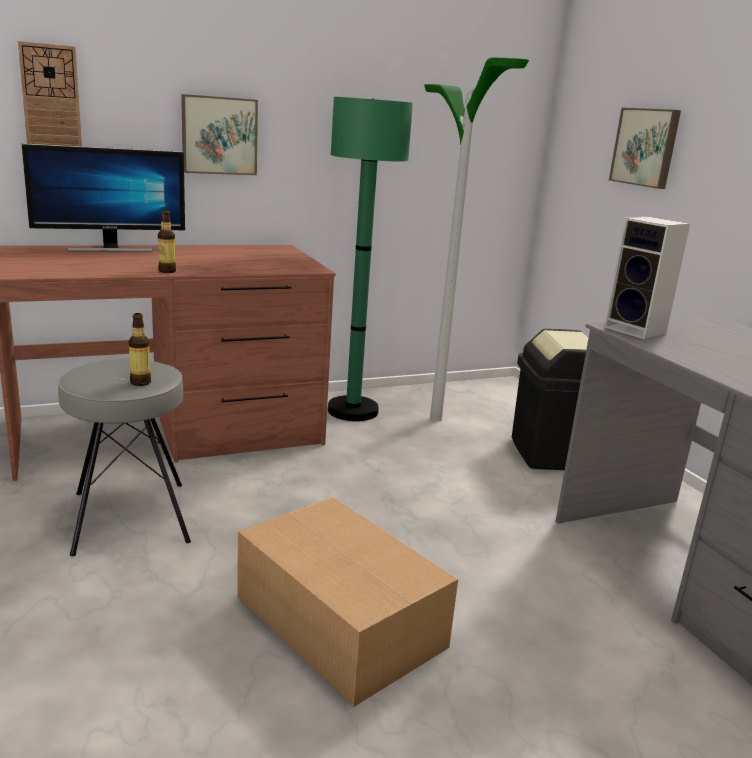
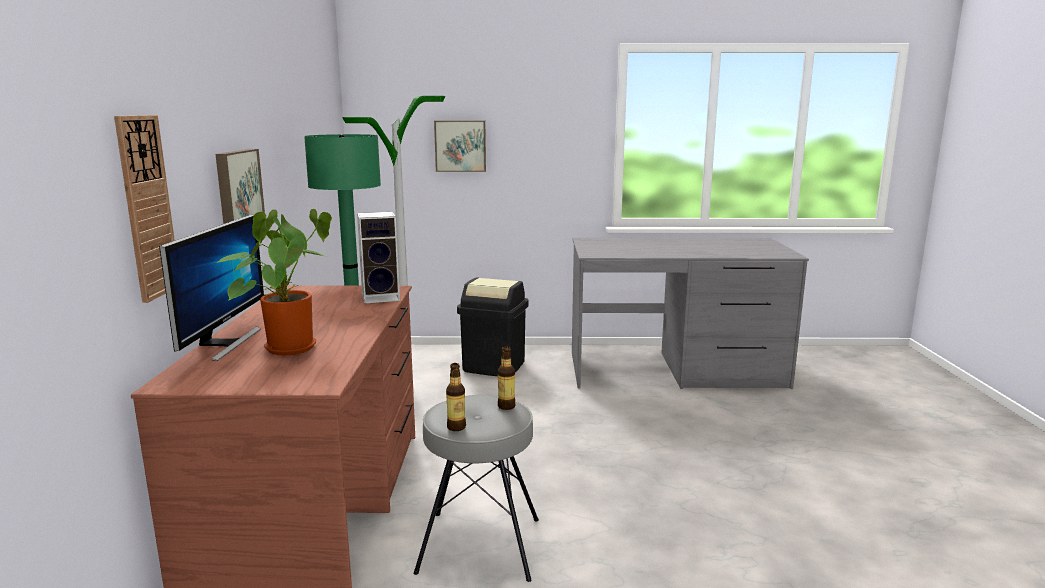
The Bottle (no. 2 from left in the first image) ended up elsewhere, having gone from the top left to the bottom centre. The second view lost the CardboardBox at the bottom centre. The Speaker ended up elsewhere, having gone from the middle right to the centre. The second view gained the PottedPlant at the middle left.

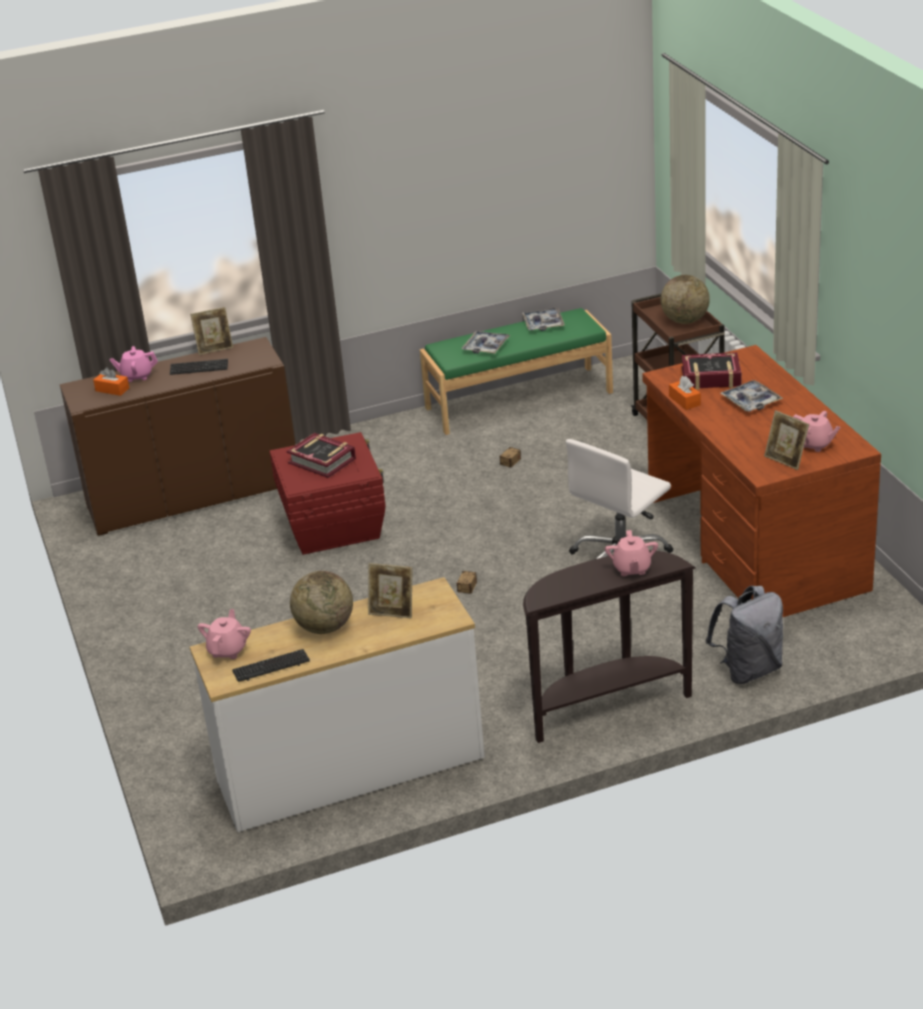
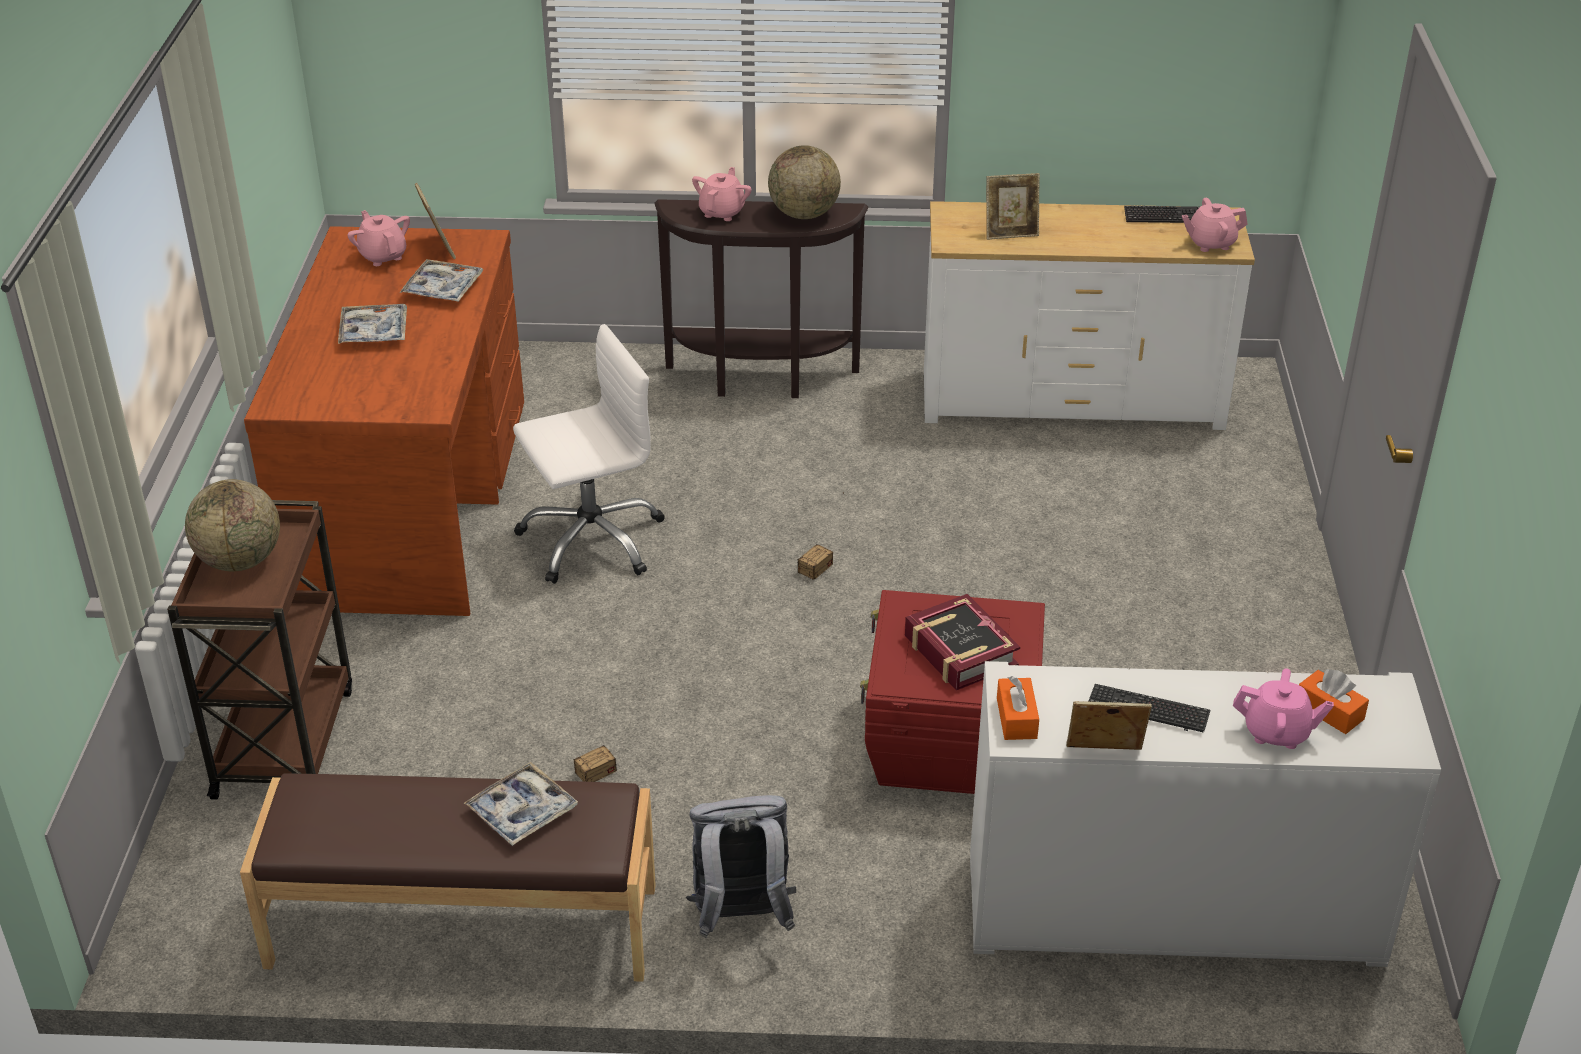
What was the BrownCabinet at the middle left turned into the WhiteCabinet at the bottom right. The PinkTeapot (no. 2 from left in the first image) at the middle left ended up facing another way, 45 degrees clockwise from before. The Globe (no. 1 from left in the first image) ended up elsewhere, having gone from the centre to the top centre. The PictureFrame (no. 2 from left) at the centre ended up facing another way, 135 degrees clockwise from before. What was the GreenBench at the centre turned into the BrownBench at the bottom left. The Tray (no. 2 from left) ended up elsewhere, having gone from the top centre to the top left. The OrangeTissueBox (no. 2 from left in the first image) ended up elsewhere, having gone from the middle right to the bottom centre. The second view lost the Book (no. 2 from left) at the middle right. The GreyBackpack ended up elsewhere, having gone from the middle right to the bottom centre.

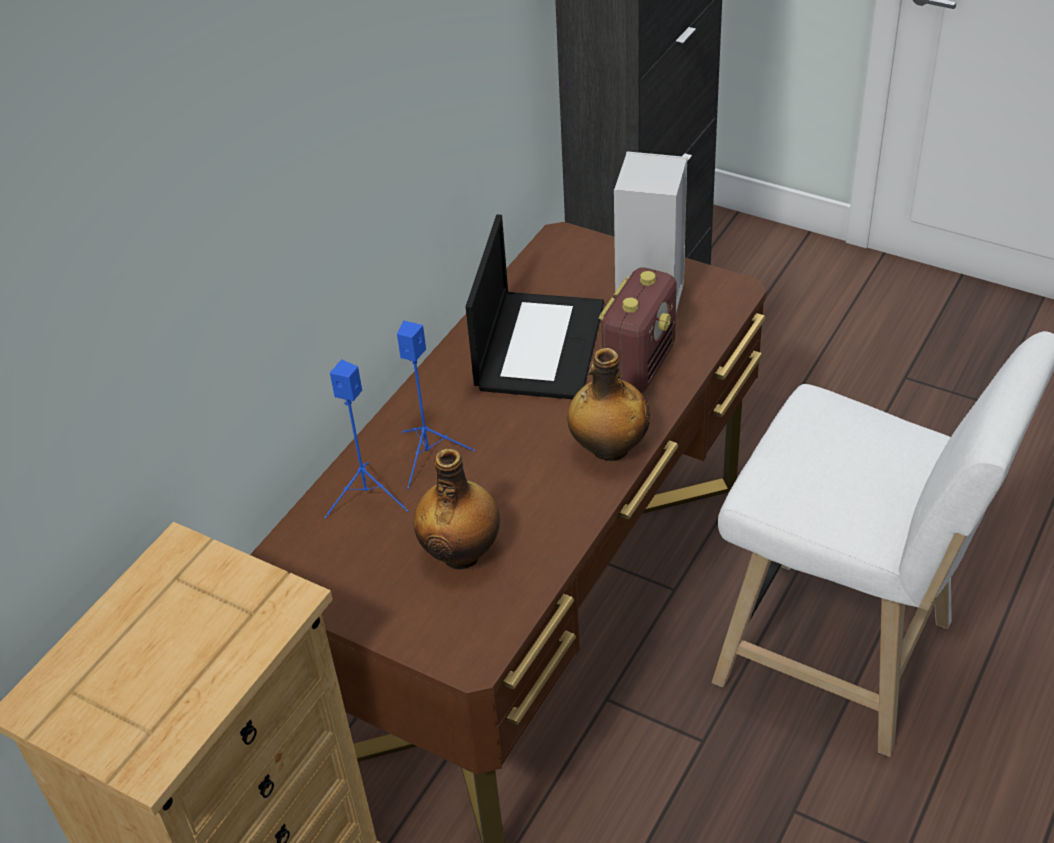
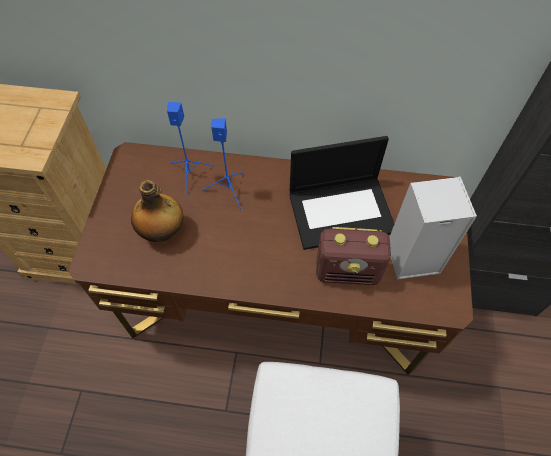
The second view lost the Bottle (no. 2 from left) at the centre.

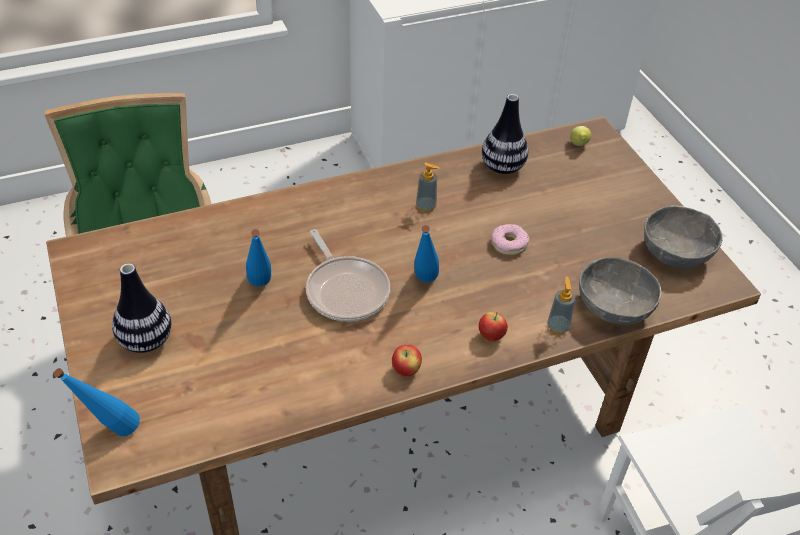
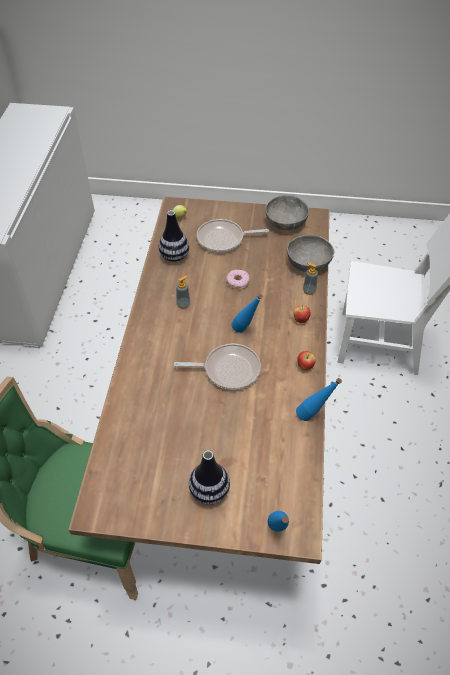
The BlueBottle (no. 2 from left in the first image) ended up elsewhere, having gone from the middle left to the middle right. The second view gained the FryingPan (no. 2 from left) at the centre.

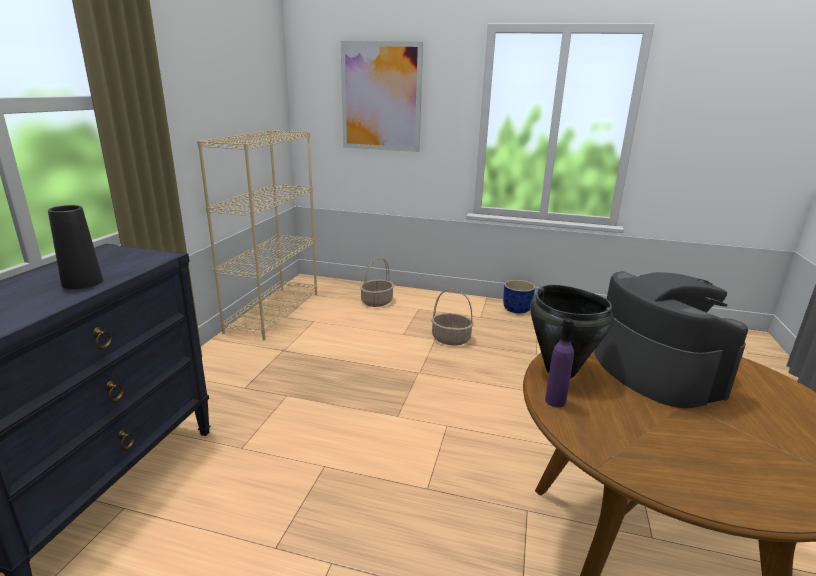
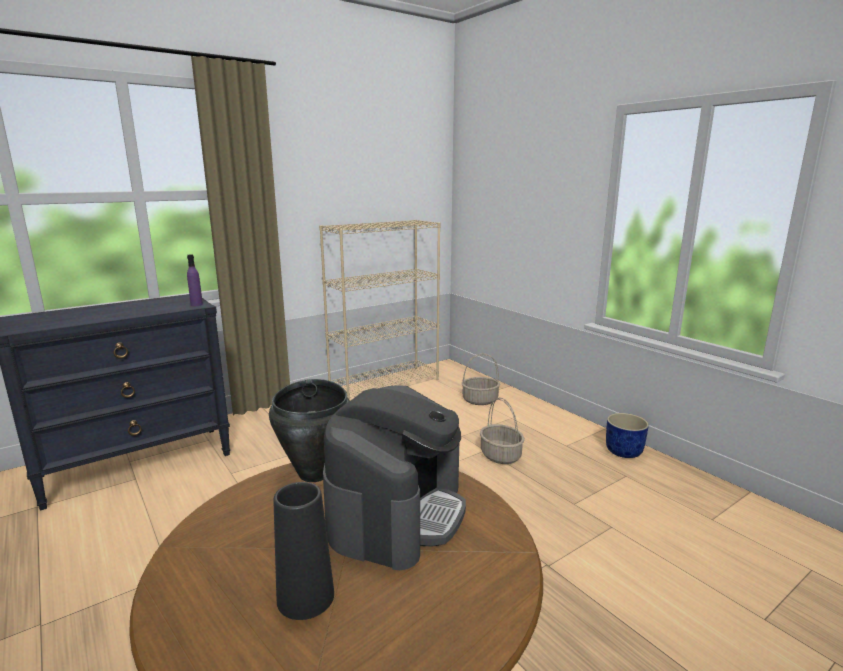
The BlackVase ended up elsewhere, having gone from the middle left to the bottom centre. The second view lost the Picture at the top centre. The PurpleBottle ended up elsewhere, having gone from the middle right to the middle left.

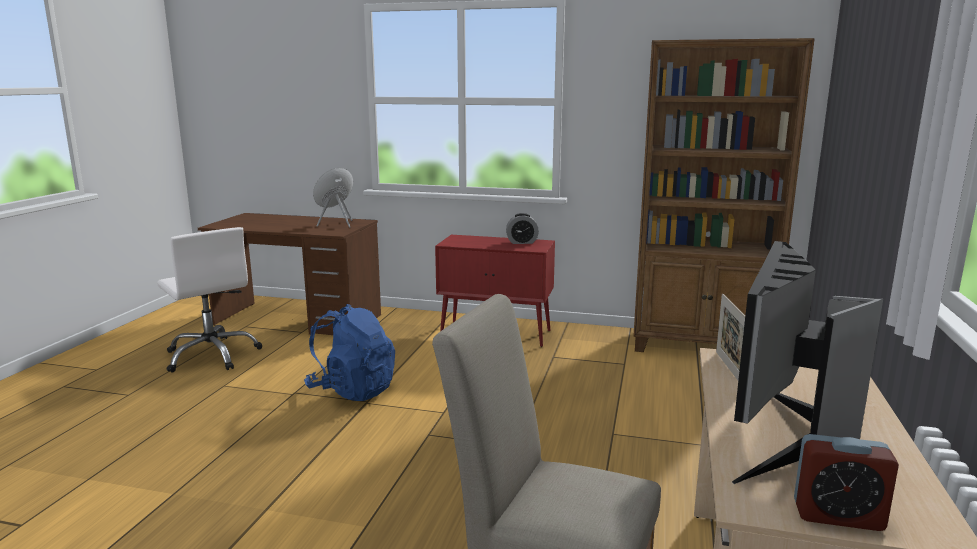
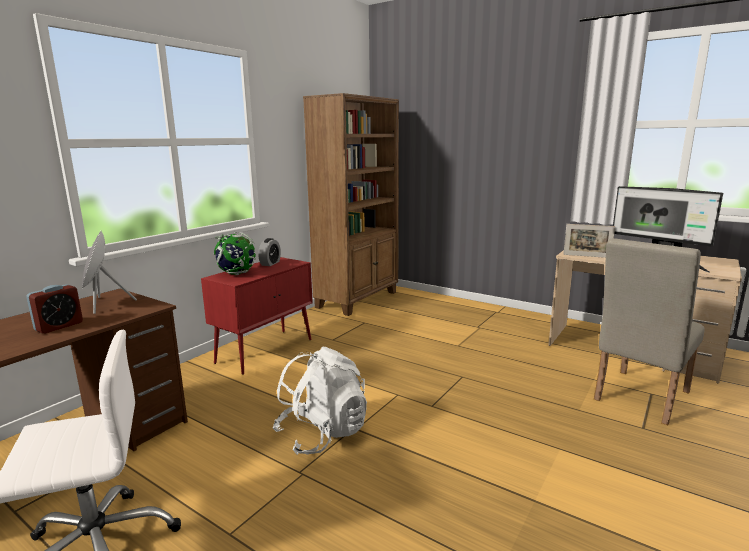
What was the BlueBackpack at the centre turned into the WhiteBackpack at the bottom centre. The AlarmClock (no. 2 from left in the first image) ended up elsewhere, having gone from the bottom right to the middle left. The second view gained the Globe at the middle left.

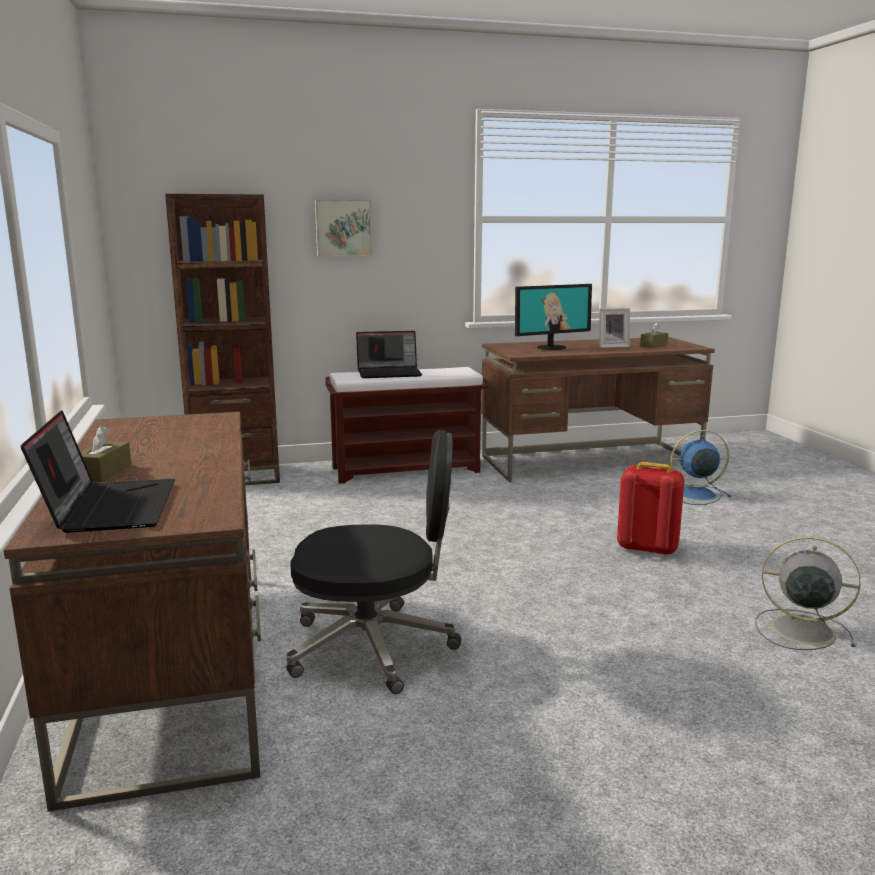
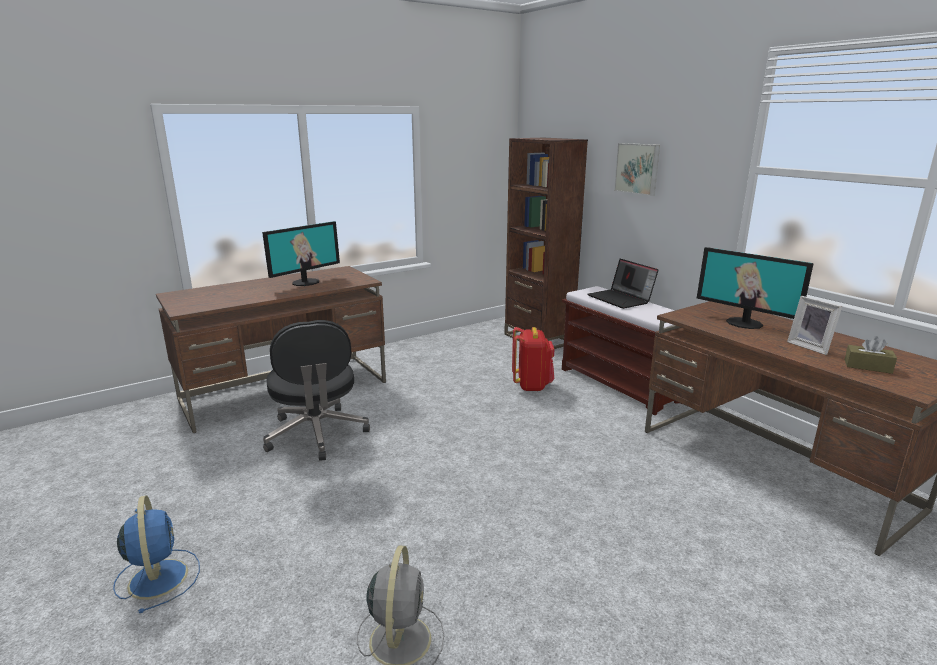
The second view lost the Laptop (no. 1 from left) at the middle left. The second view lost the BrownTissueBox (no. 1 from left) at the middle left. The RedBackpack ended up elsewhere, having gone from the middle right to the centre. The BlueFan ended up elsewhere, having gone from the middle right to the bottom left. The second view gained the Monitor (no. 1 from left) at the middle left.

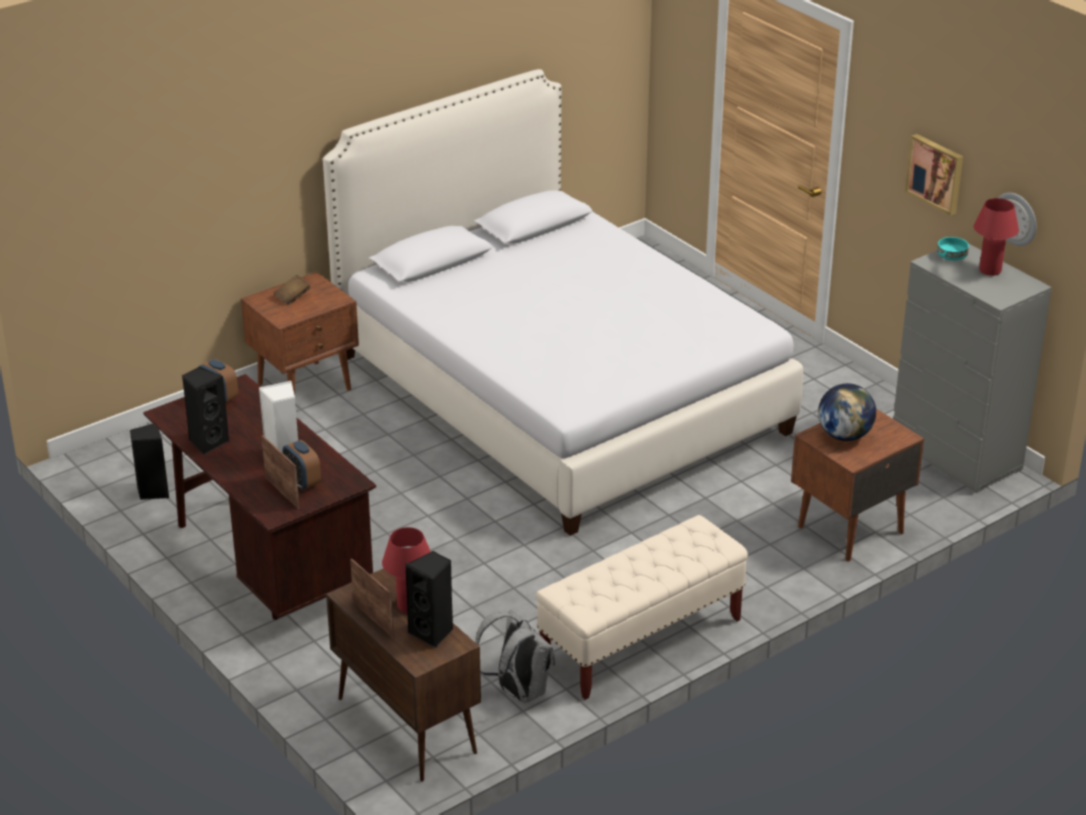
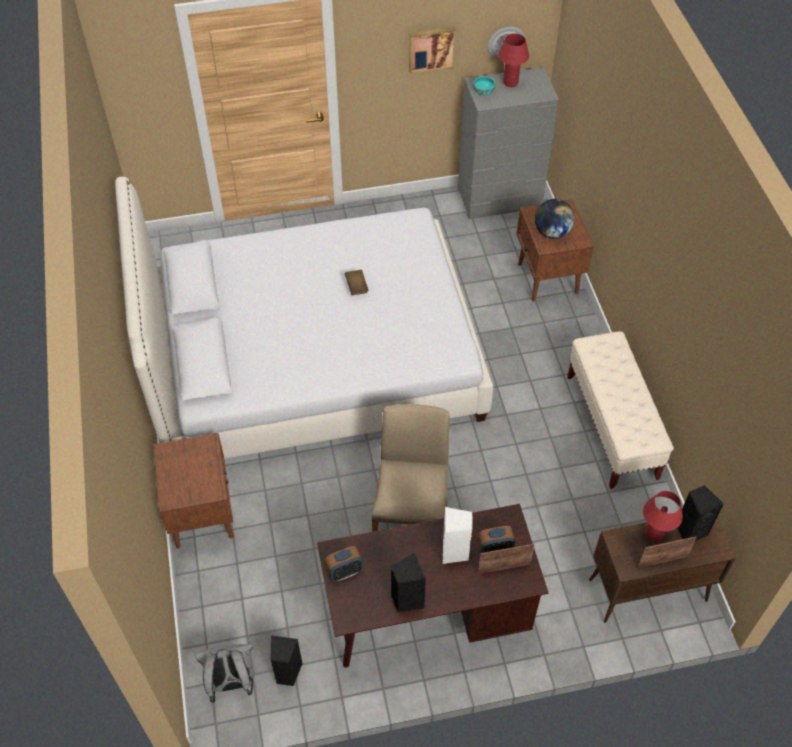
The BrownBook ended up elsewhere, having gone from the middle left to the centre. The GreyBackpack ended up elsewhere, having gone from the bottom centre to the bottom left. The second view gained the BeigeChair at the centre.

